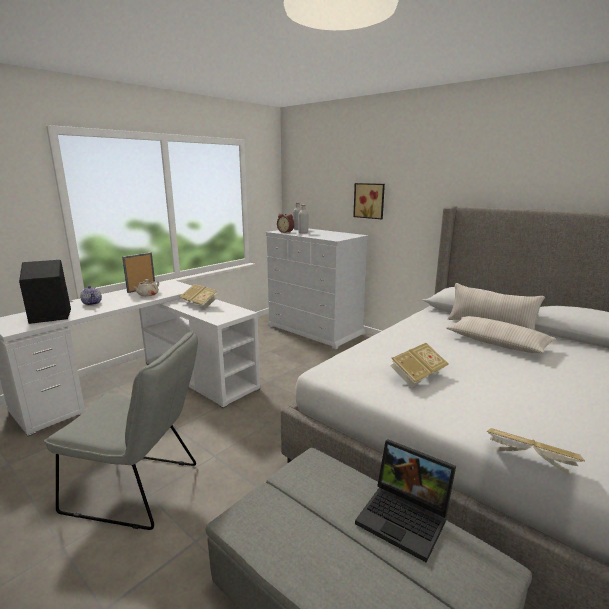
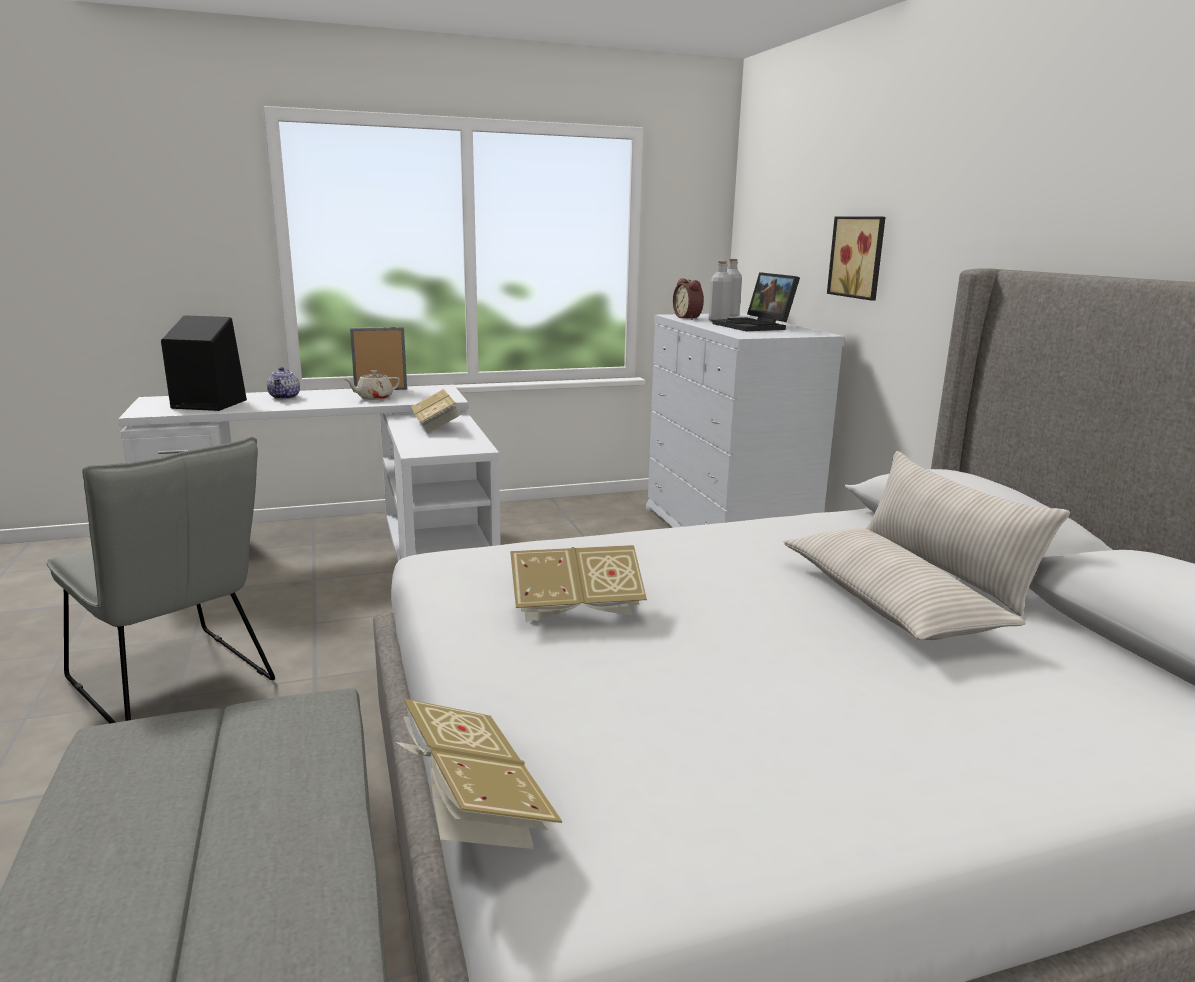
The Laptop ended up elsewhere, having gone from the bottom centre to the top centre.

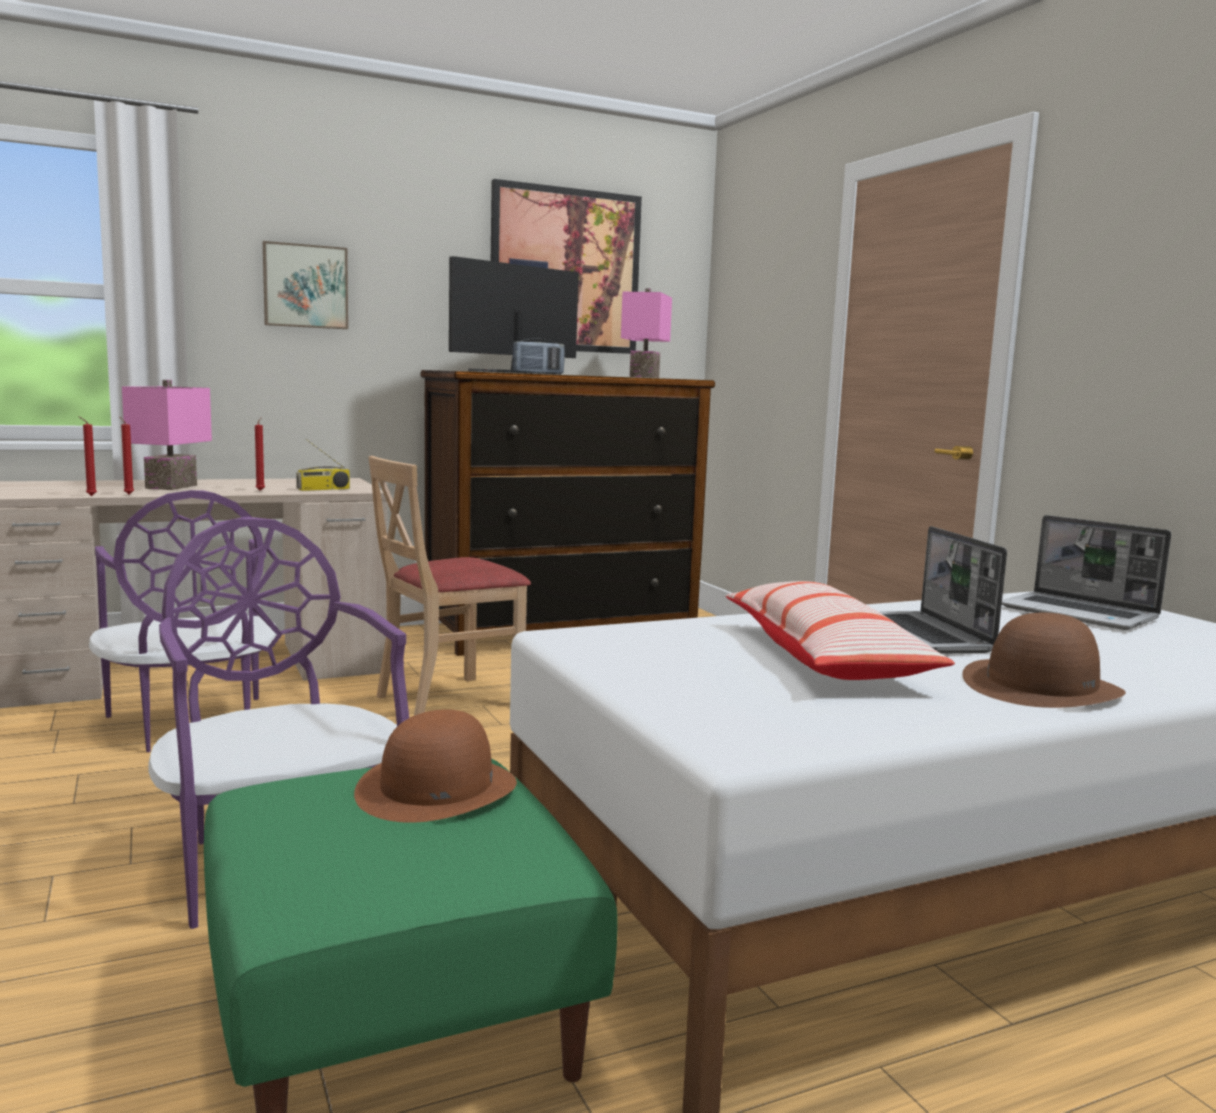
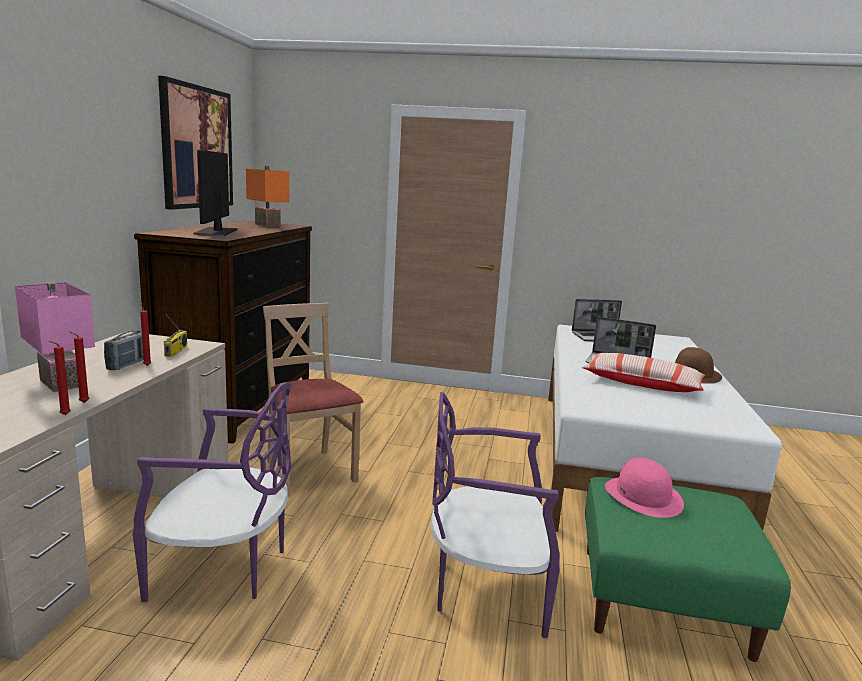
The second view lost the Picture (no. 1 from left) at the top left. What was the BrownHat (no. 1 from left) at the bottom centre turned into the PinkHat at the bottom right. The BeigeChair at the centre ended up facing another way, 150 degrees clockwise from before. The Radio (no. 2 from left in the first image) ended up elsewhere, having gone from the top centre to the middle left. What was the PinkTableLamp (no. 2 from left) at the top centre turned into the OrangeTableLamp at the top left.

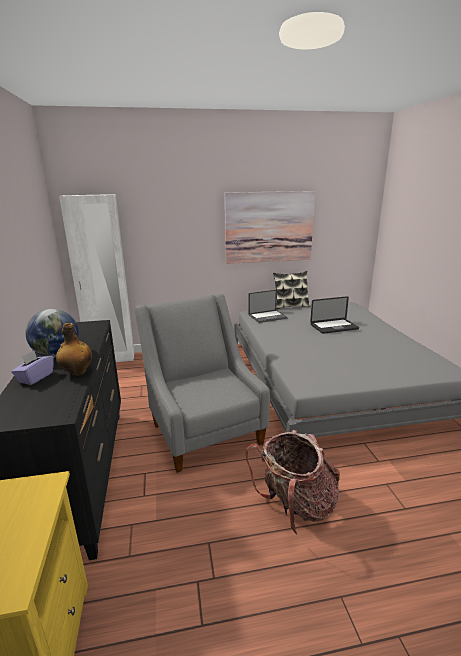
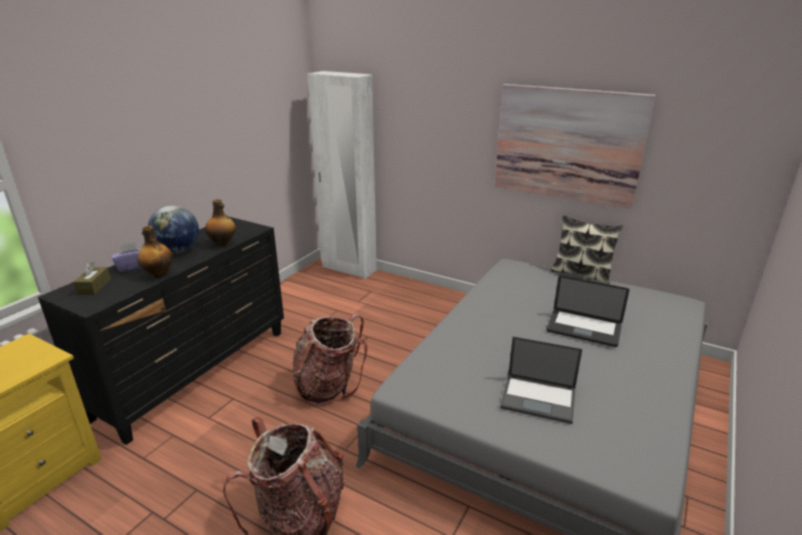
Where the GreyArmchair stood at the centre, the Backpack (no. 2 from left) came to stand at the bottom centre. The Laptop (no. 1 from left) ended up elsewhere, having gone from the centre to the bottom right. The second view gained the BrownTissueBox at the middle left. The second view gained the Bottle (no. 2 from left) at the middle left.

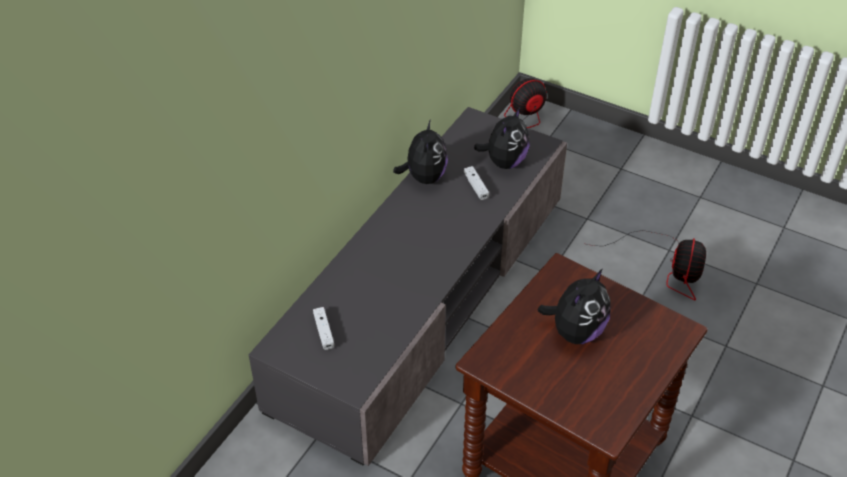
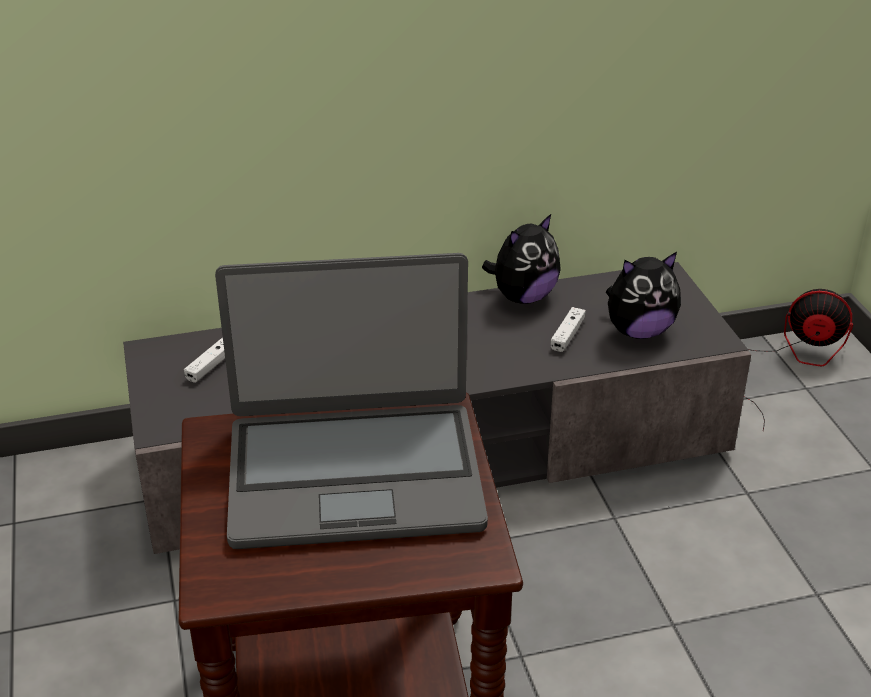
Where the PlushToy (no. 3 from left) stood at the middle right, the Laptop came to stand at the centre. The second view lost the Fan (no. 2 from left) at the middle right.

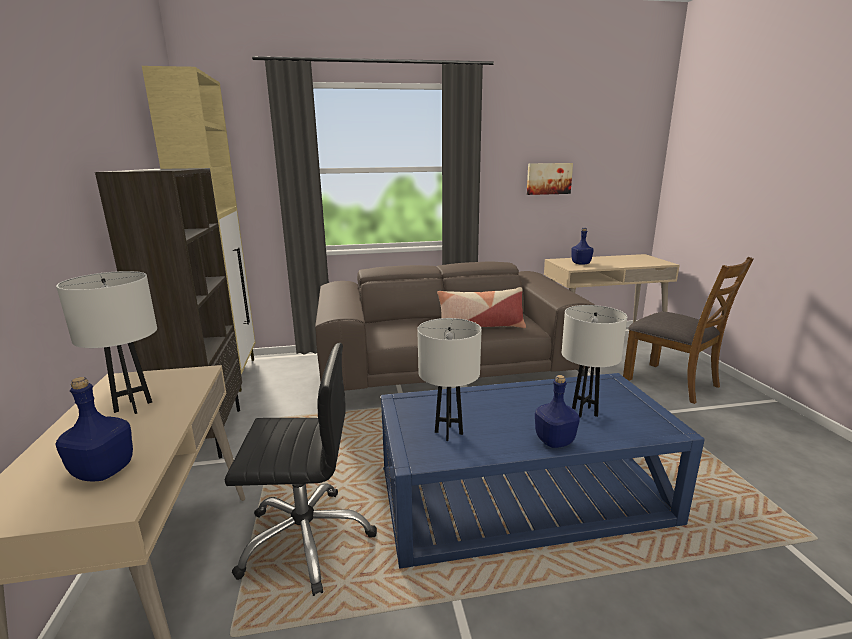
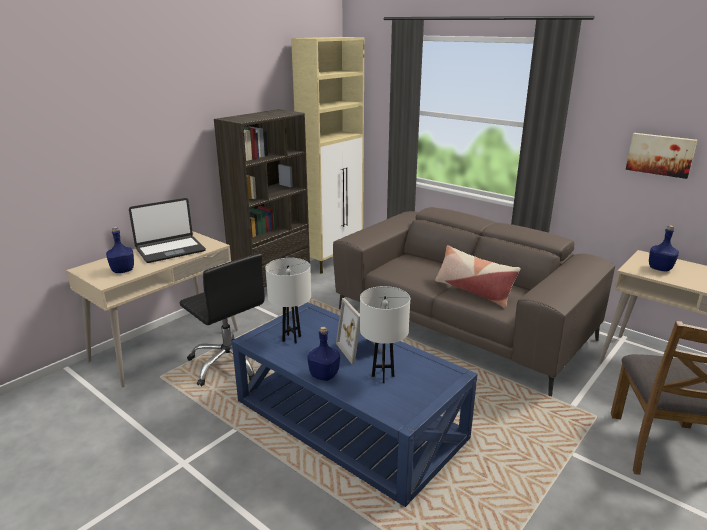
Where the WhiteTableLamp (no. 1 from left) stood at the middle left, the Laptop came to stand at the middle left. The second view gained the PictureFrame at the centre.

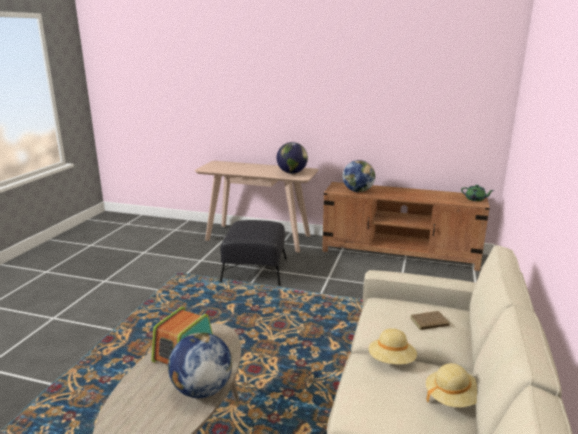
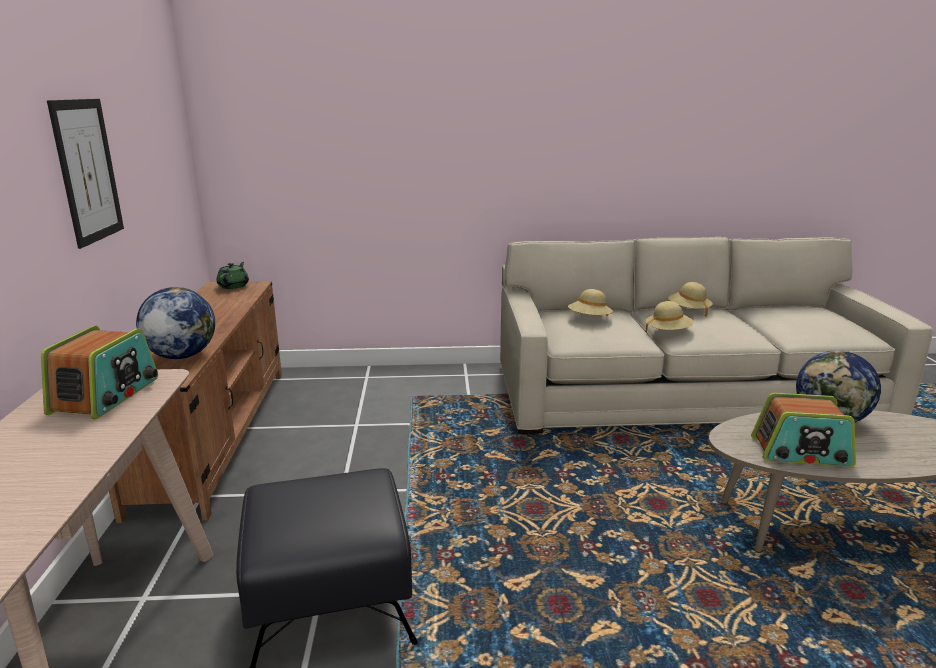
Where the Globe (no. 2 from left) stood at the centre, the Radio (no. 1 from left) came to stand at the middle left. Where the BrownBook stood at the bottom right, the BeigeHat (no. 1 from left) came to stand at the centre. The second view gained the Picture at the top left.

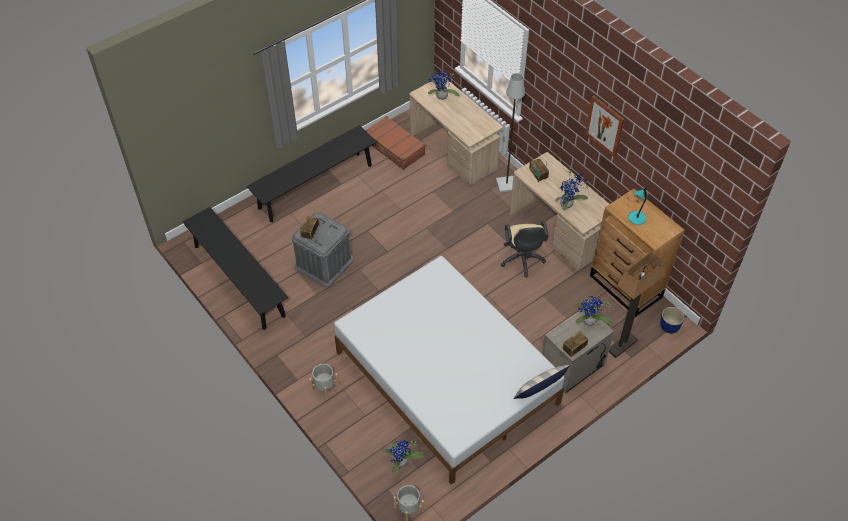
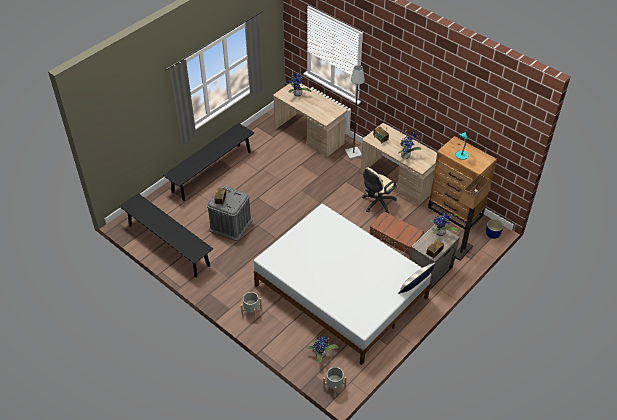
The BrownSuitcase ended up elsewhere, having gone from the top centre to the centre. The BeigeOfficeChair at the centre ended up facing another way, 60 degrees clockwise from before. The second view lost the Picture at the top right.

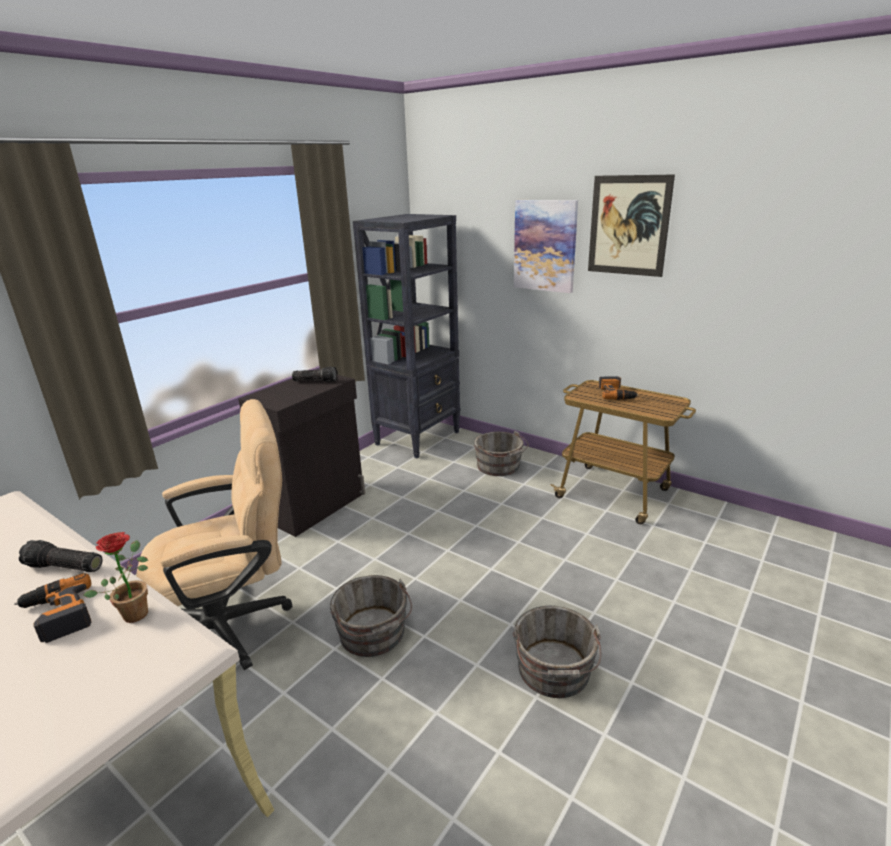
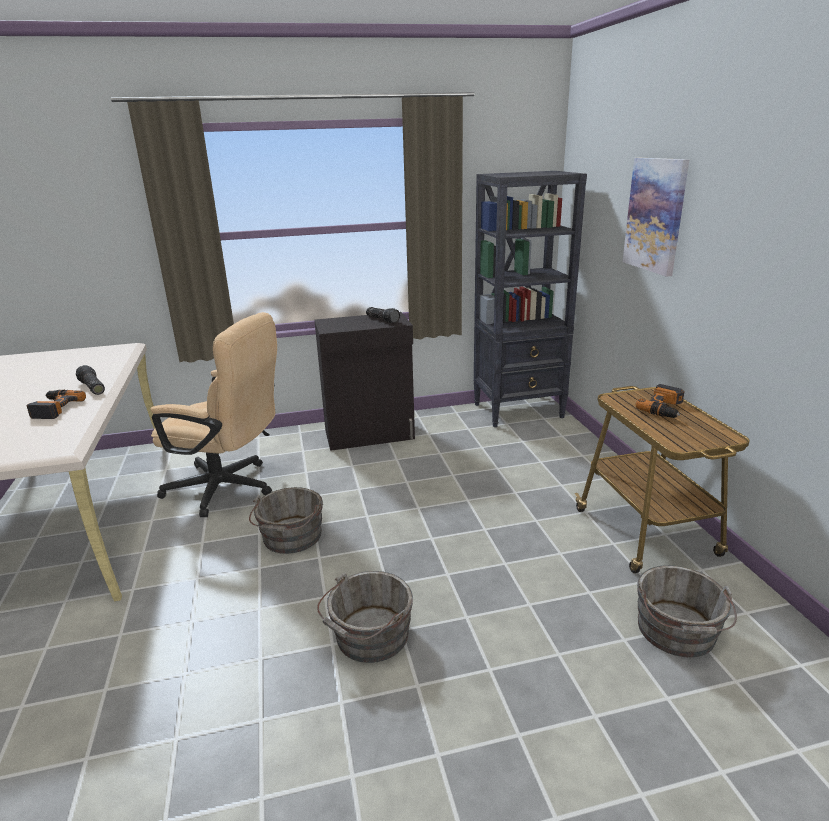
The second view lost the PottedPlant at the bottom left. The GreyBucket (no. 2 from left in the first image) ended up elsewhere, having gone from the centre to the bottom right. The second view lost the Picture (no. 2 from left) at the top right.

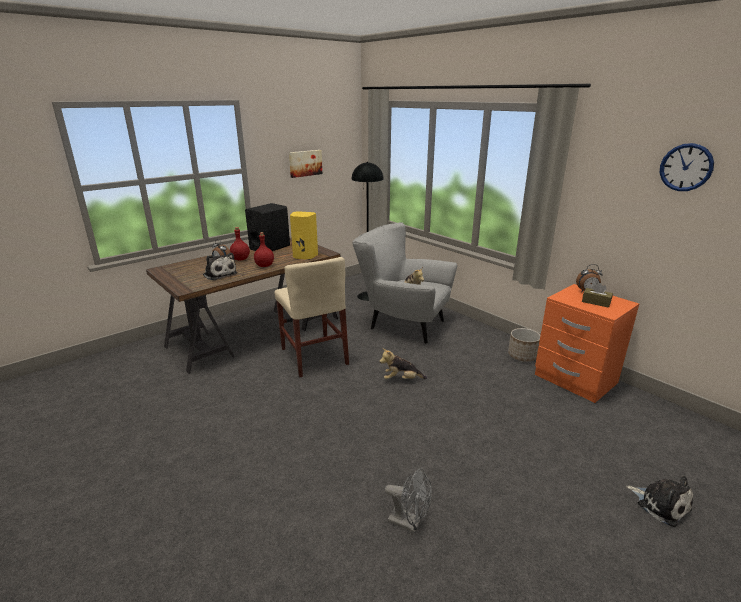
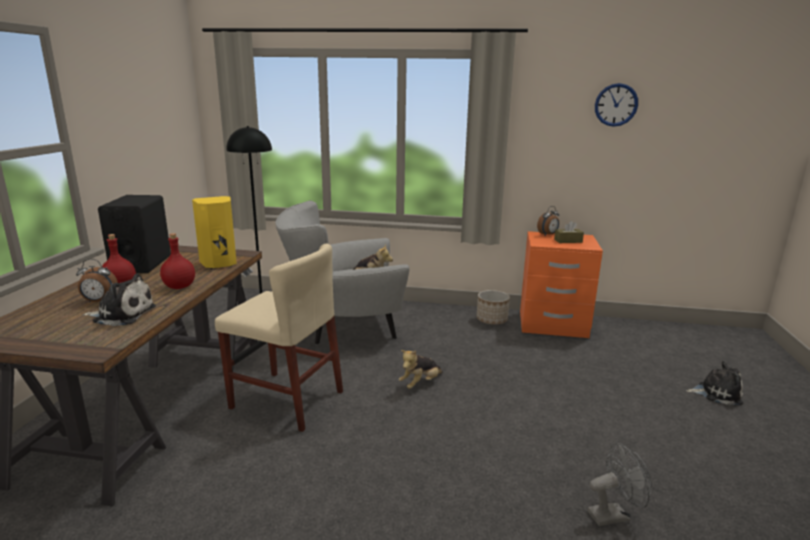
The second view lost the Picture at the top centre.

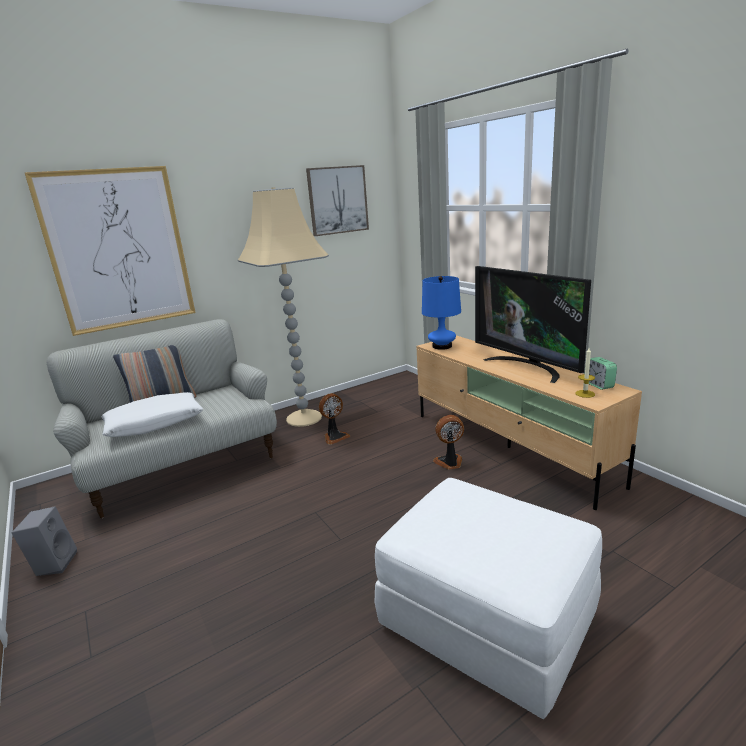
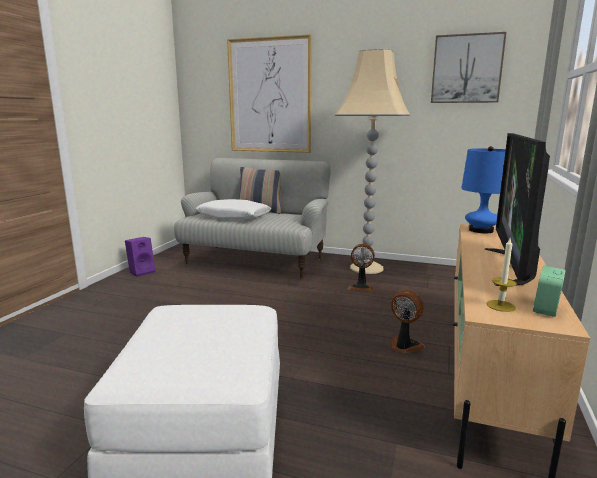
What was the GreySpeaker at the bottom left turned into the PurpleSpeaker at the middle left.

